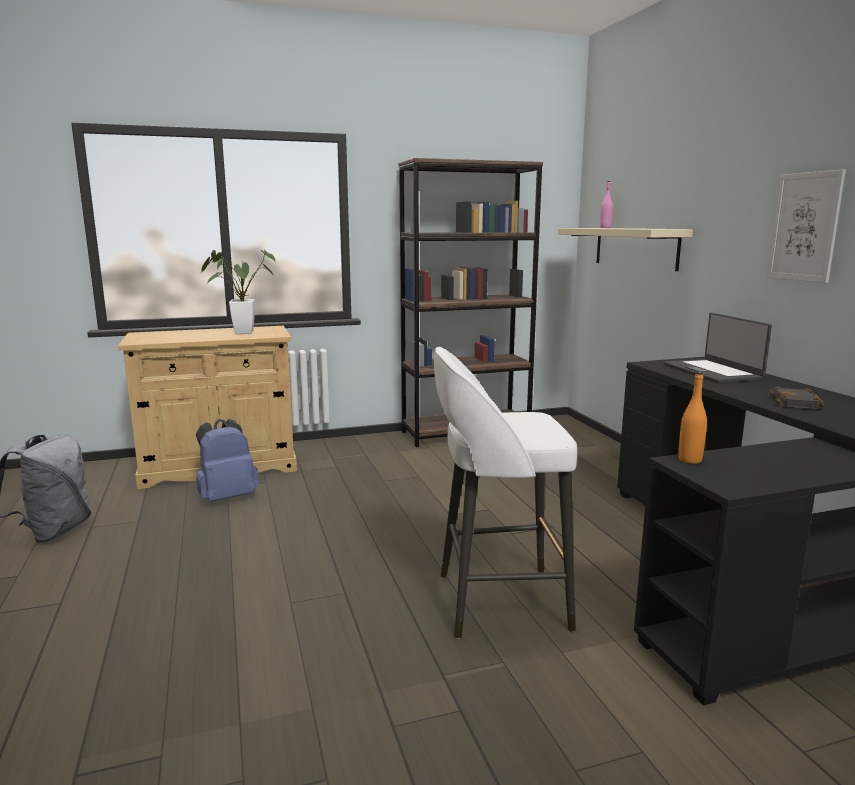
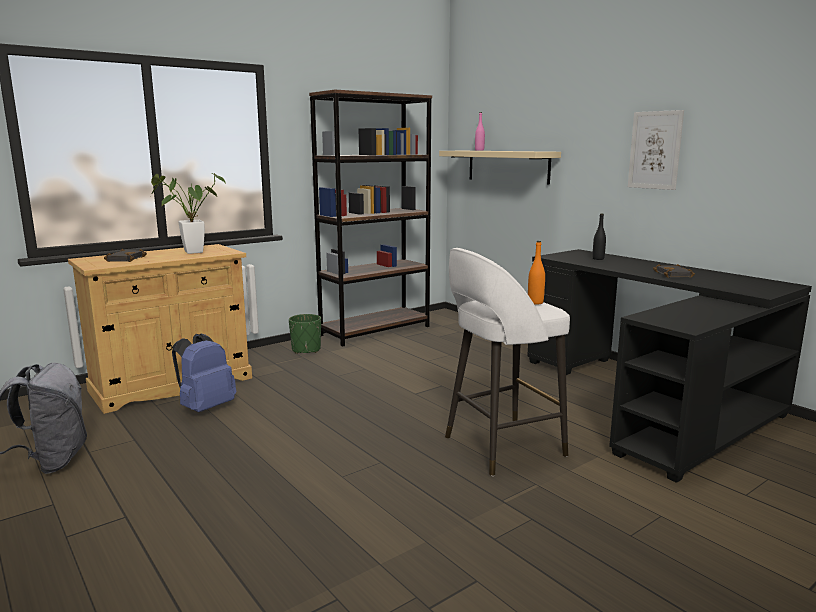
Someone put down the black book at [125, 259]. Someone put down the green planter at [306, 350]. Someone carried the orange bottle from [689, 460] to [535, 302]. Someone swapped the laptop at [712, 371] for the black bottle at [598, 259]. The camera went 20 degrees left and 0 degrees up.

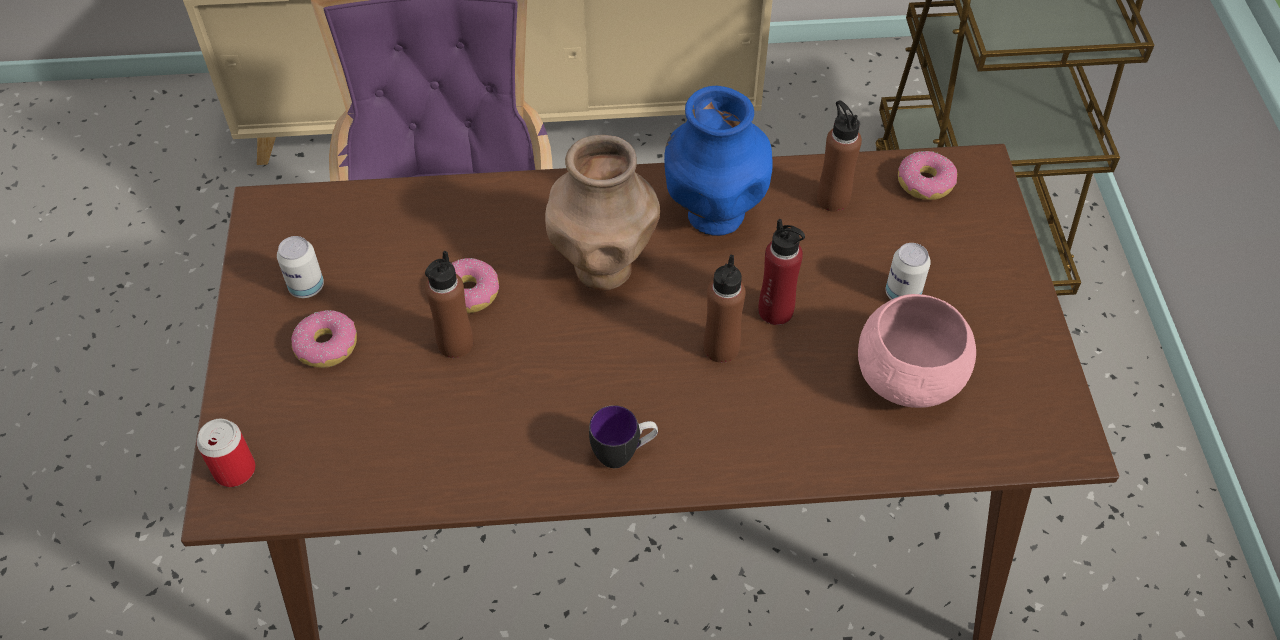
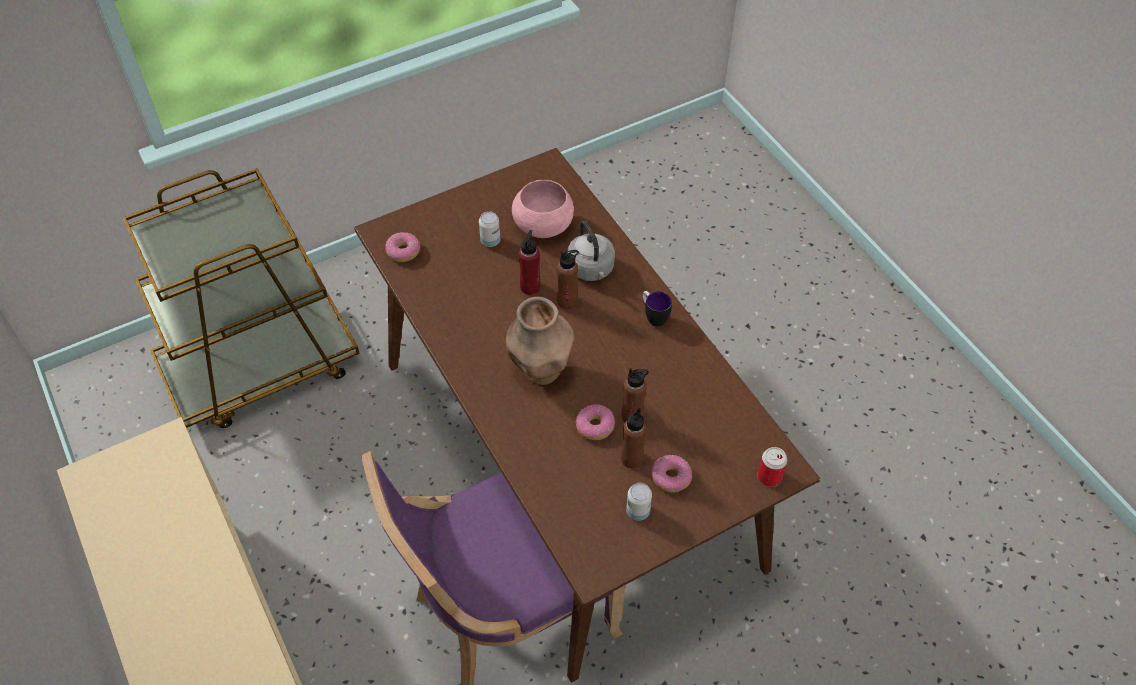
Someone took away the blue vase at [714, 216]. Someone put down the grey kettle at [591, 270]. Someone carried the brown bottle from [833, 199] to [632, 459]. The camera went 115 degrees left and 0 degrees up.

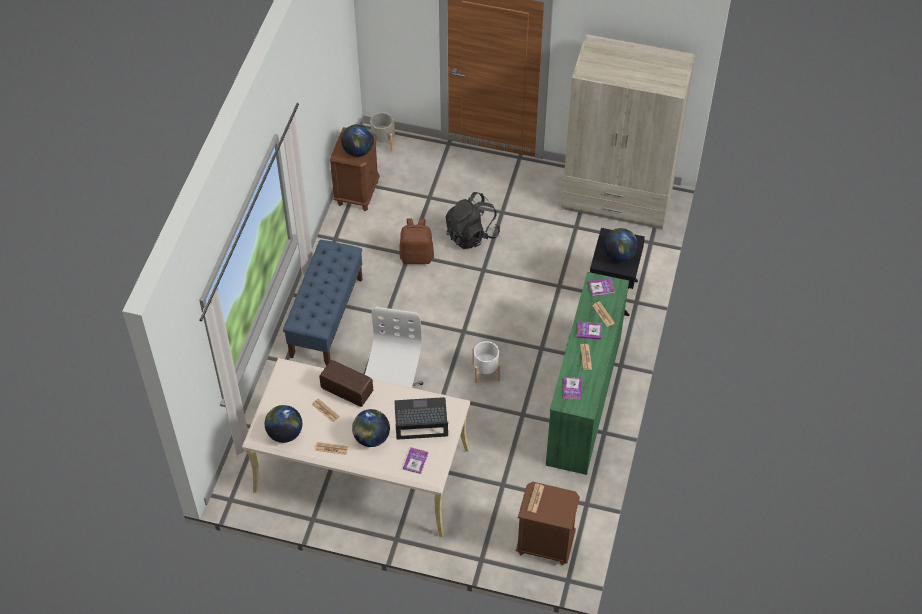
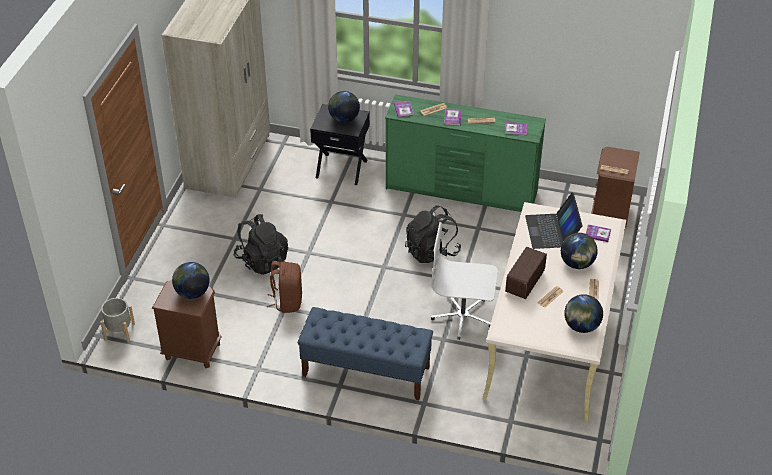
Someone swapped the white planter at [486, 371] for the black backpack at [431, 251]. The camera went 90 degrees left and 10 degrees down.

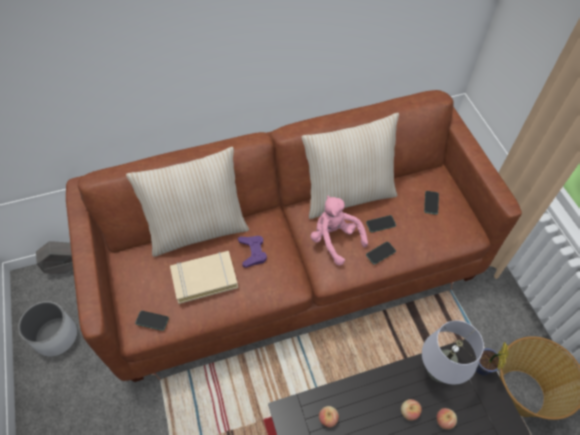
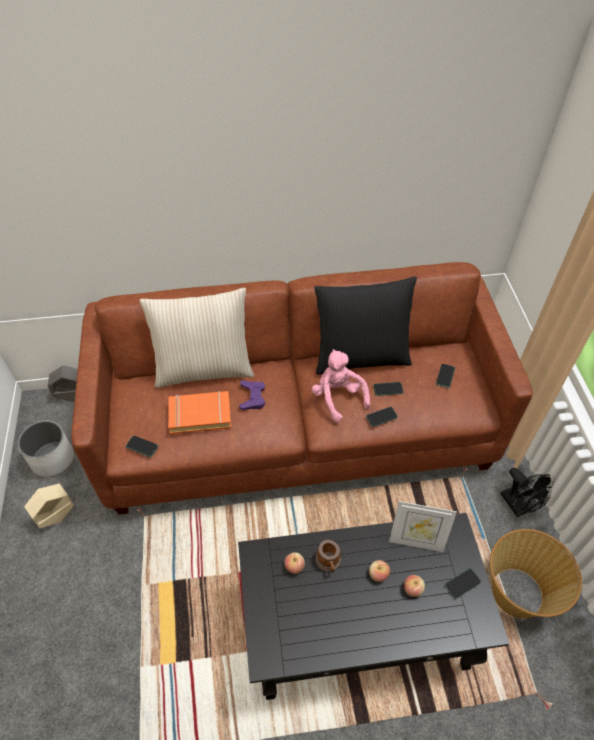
Someone took away the potted plant at [481, 369]. Someone put down the beige planter at [56, 516]. Someone put down the mug at [328, 562]. Someone put down the phone at [462, 583]. Someone put down the black fan at [518, 506]. Someone swapped the grey table lamp at [437, 372] for the picture frame at [416, 541]. Someone repainted the beige book at [204, 278], which became the orange book at [200, 415]. Someone repainted the beige pillow at [348, 195], which became the black pillow at [361, 357]. The camera went 10 degrees right and 5 degrees down.

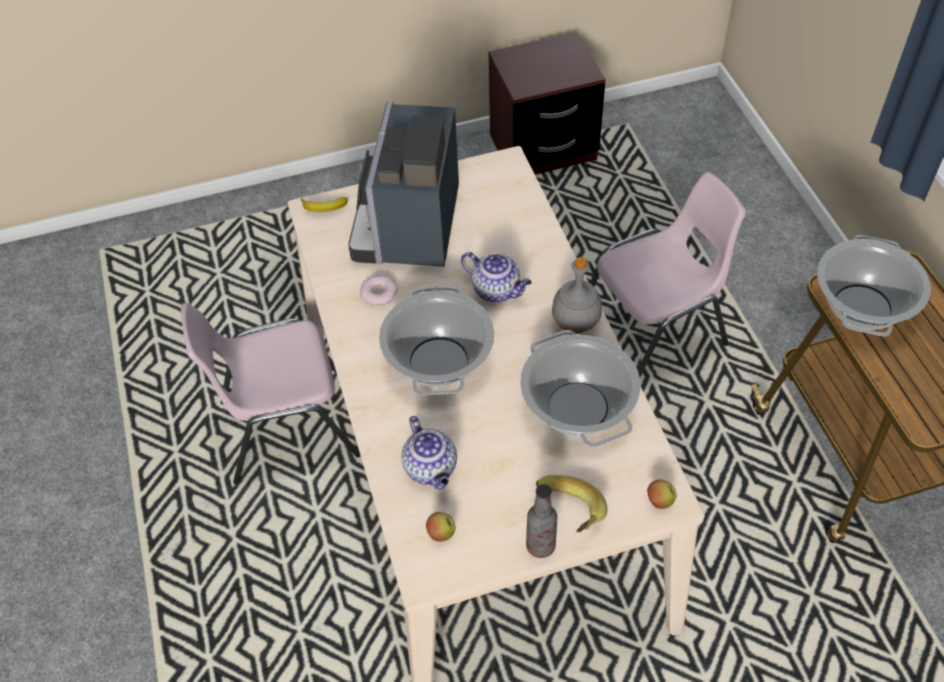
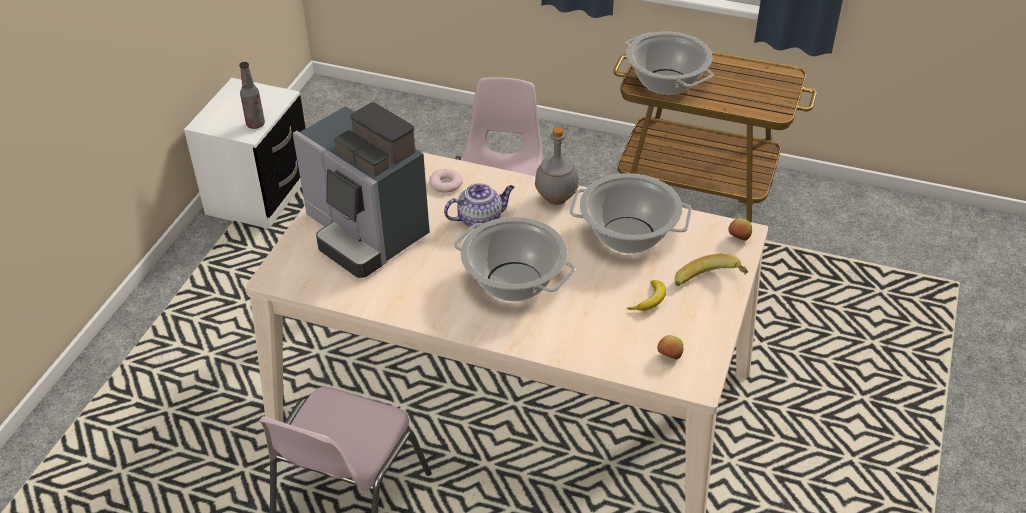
Someone took away the teapot at [431, 468]. Someone carried the banana from [324, 208] to [650, 300]. Someone carried the donut from [379, 293] to [445, 184]. Someone carried the bottle from [540, 546] to [255, 124]. Someone repainted the brown nightstand at [543, 148], which became the white nightstand at [259, 195]. The camera went 55 degrees left and 10 degrees down.

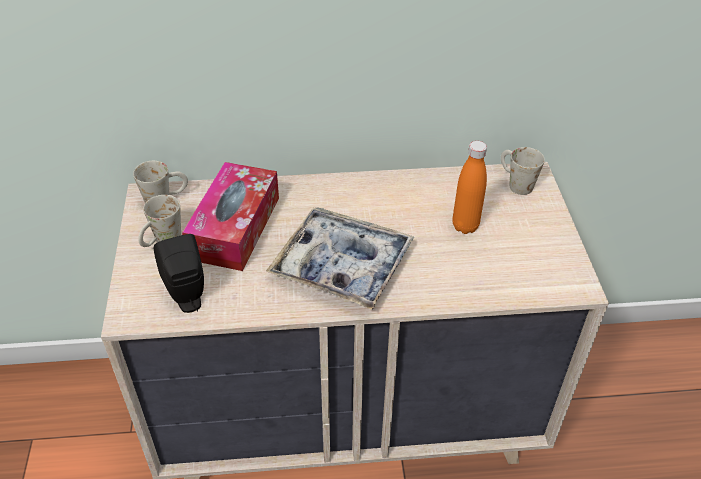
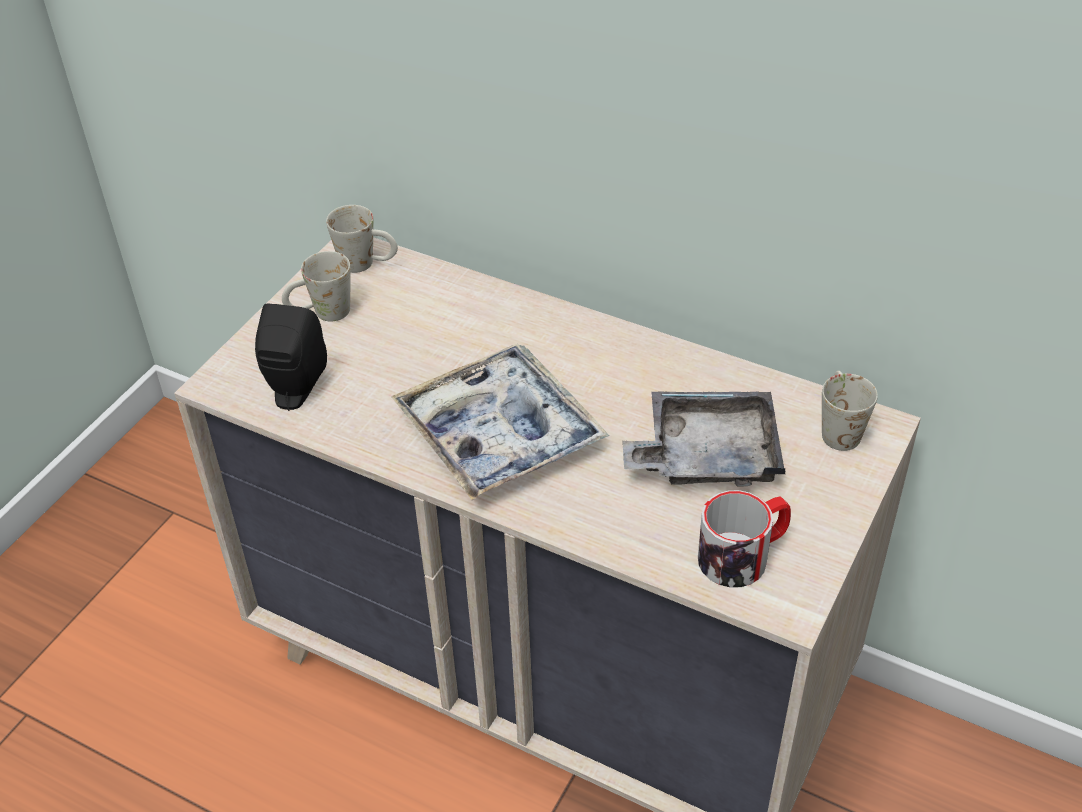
Someone took away the tissue box at [235, 227]. Someone put down the mug at [743, 555]. Someone swapped the orange bottle at [465, 226] for the grey tray at [706, 455]. The camera went 35 degrees right and 0 degrees up.

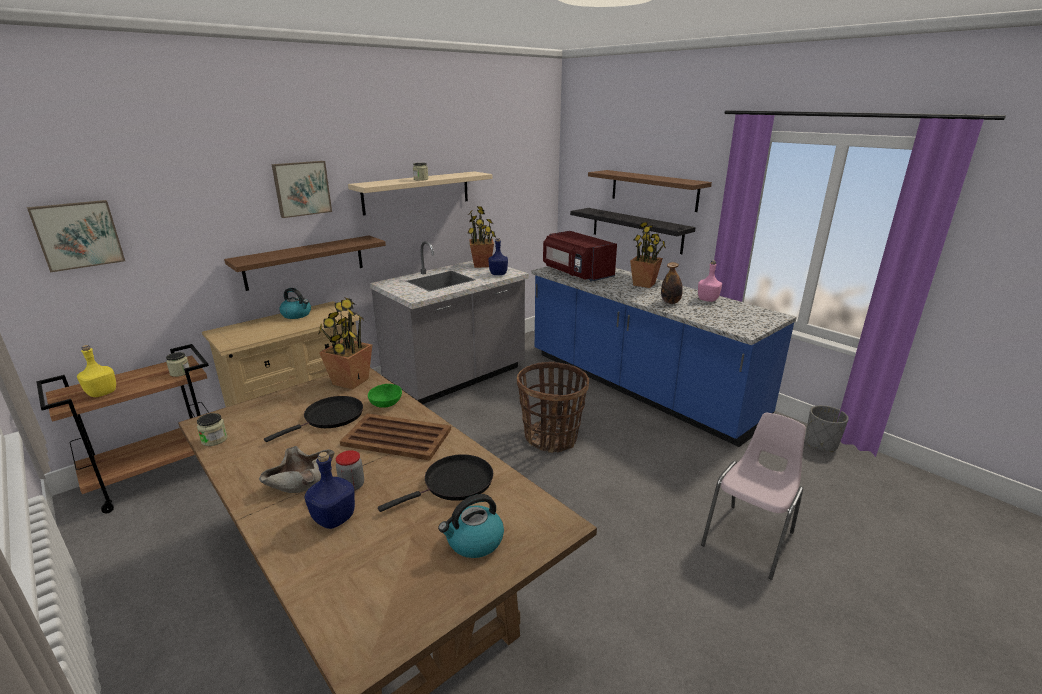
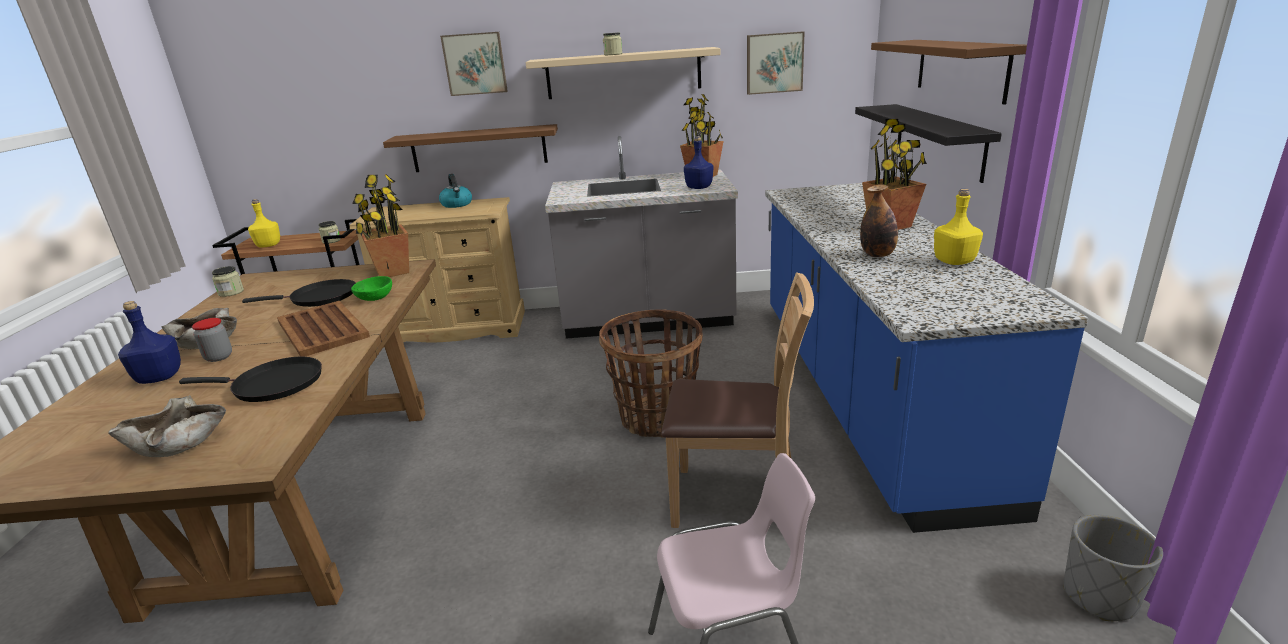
Someone took away the red microwave at [576, 273]. Someone put down the brown chair at [737, 499]. Someone carried the picture from [78, 235] to [774, 63]. Someone swapped the kettle at [474, 542] for the beige bowl at [178, 440]. Someone repainted the pink bottle at [708, 300], which became the yellow bottle at [955, 262]. The camera went 40 degrees right and 0 degrees up.

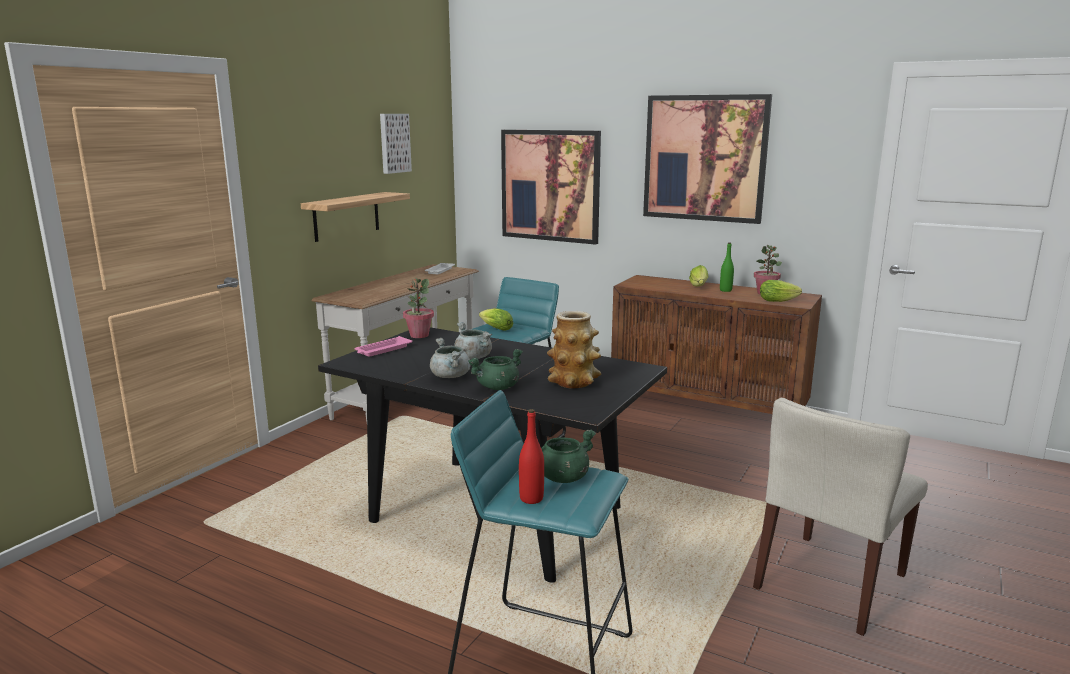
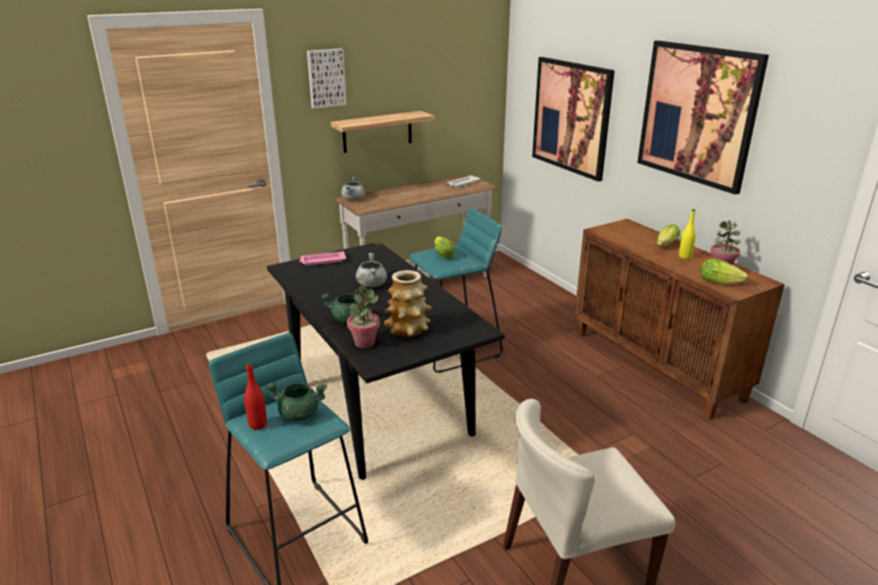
Someone carried the picture from [393, 143] to [326, 78]. Someone carried the potted plant from [419, 335] to [364, 343]. Someone carried the grey cooking pot from [451, 376] to [353, 199]. Someone repainted the green bottle at [725, 290], which became the yellow bottle at [685, 256]. The camera went 30 degrees right and 10 degrees up.

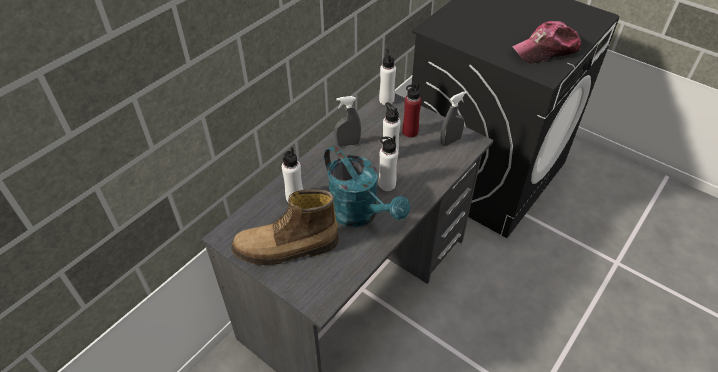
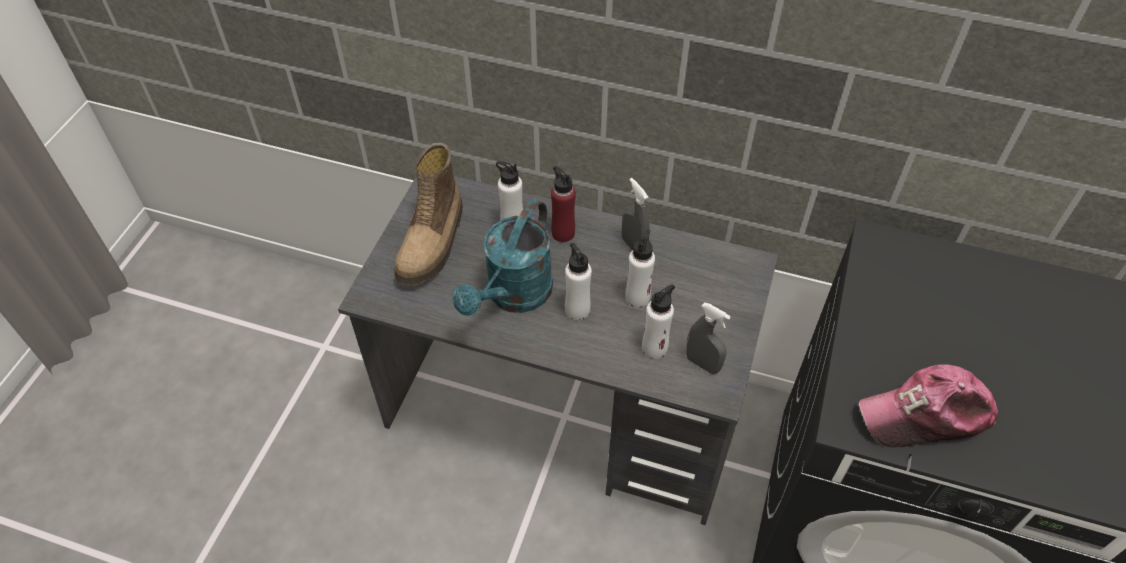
Someone carried the white bottle from [386, 100] to [654, 348]. Someone carried the red bottle from [410, 132] to [563, 233]. Someone rotated the boot at [286, 248] by 135 degrees counterclockwise. Someone rotated the cap at [546, 50] by 60 degrees counterclockwise. The camera went 70 degrees right and 5 degrees up.

